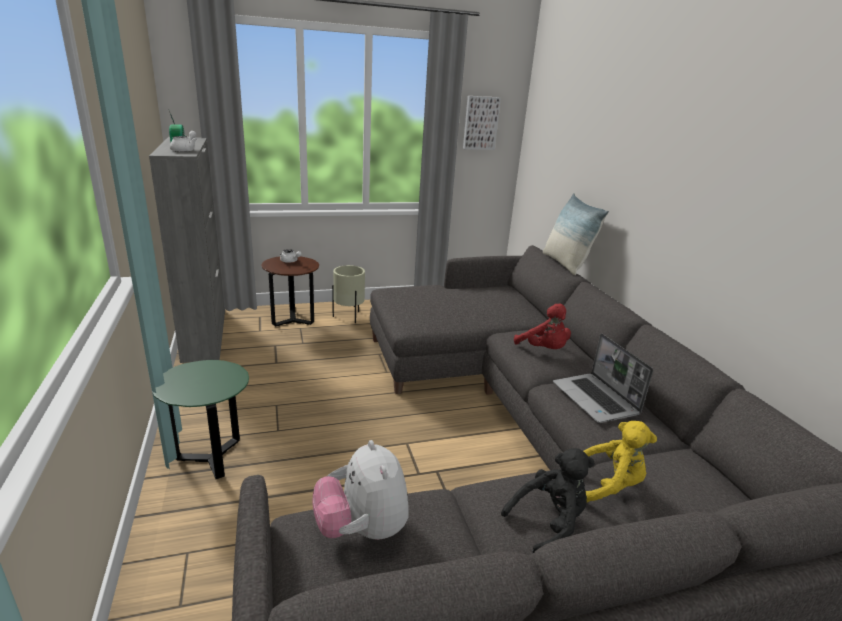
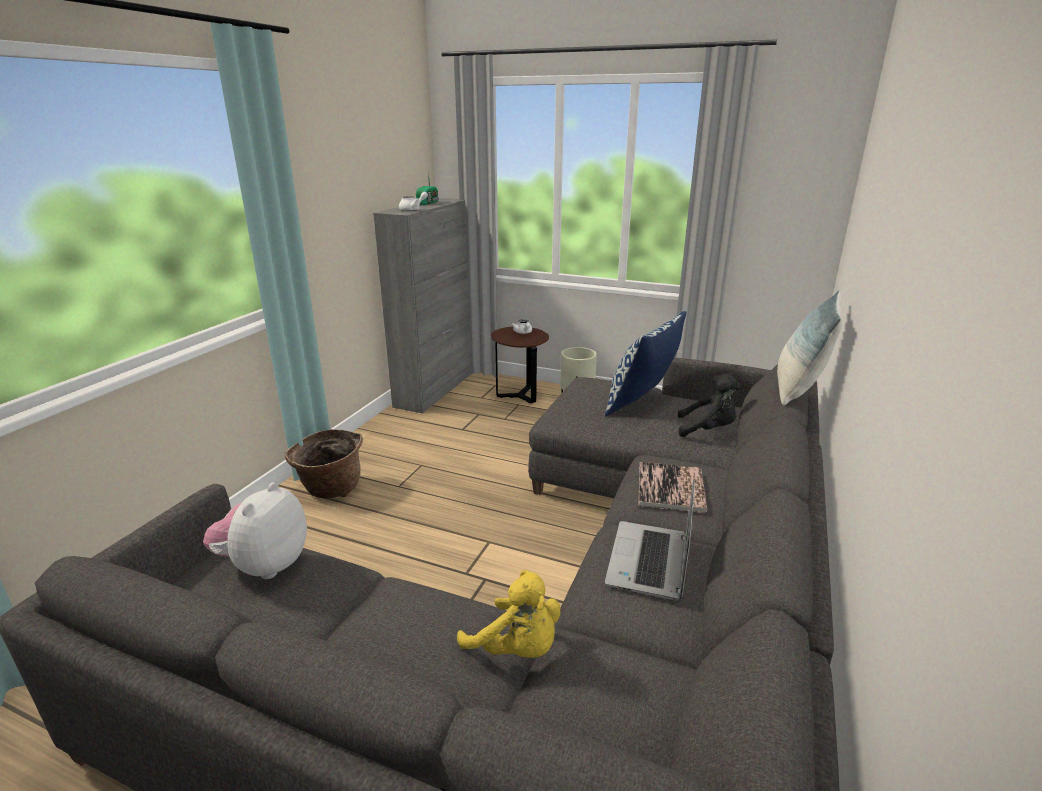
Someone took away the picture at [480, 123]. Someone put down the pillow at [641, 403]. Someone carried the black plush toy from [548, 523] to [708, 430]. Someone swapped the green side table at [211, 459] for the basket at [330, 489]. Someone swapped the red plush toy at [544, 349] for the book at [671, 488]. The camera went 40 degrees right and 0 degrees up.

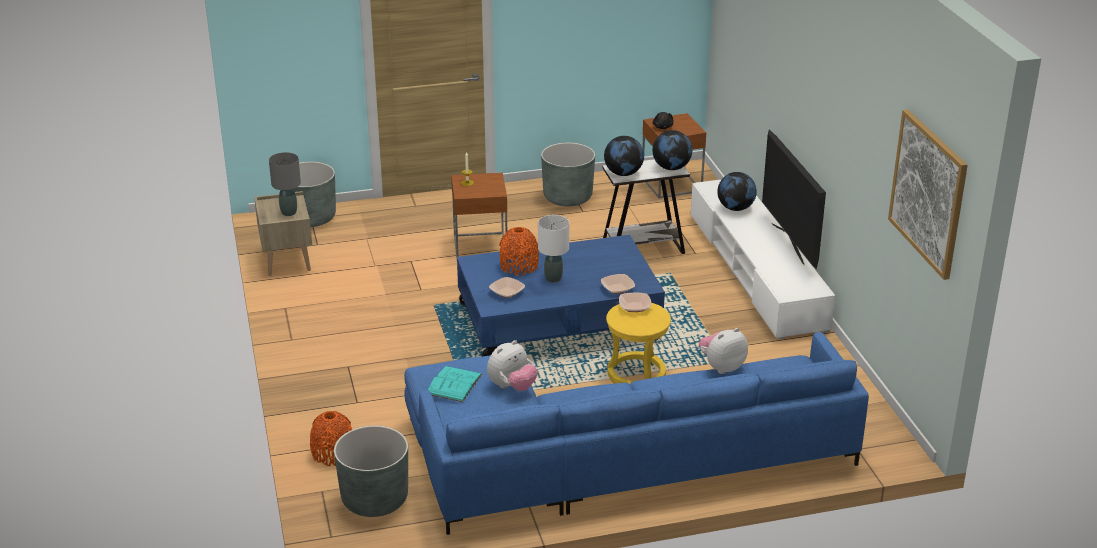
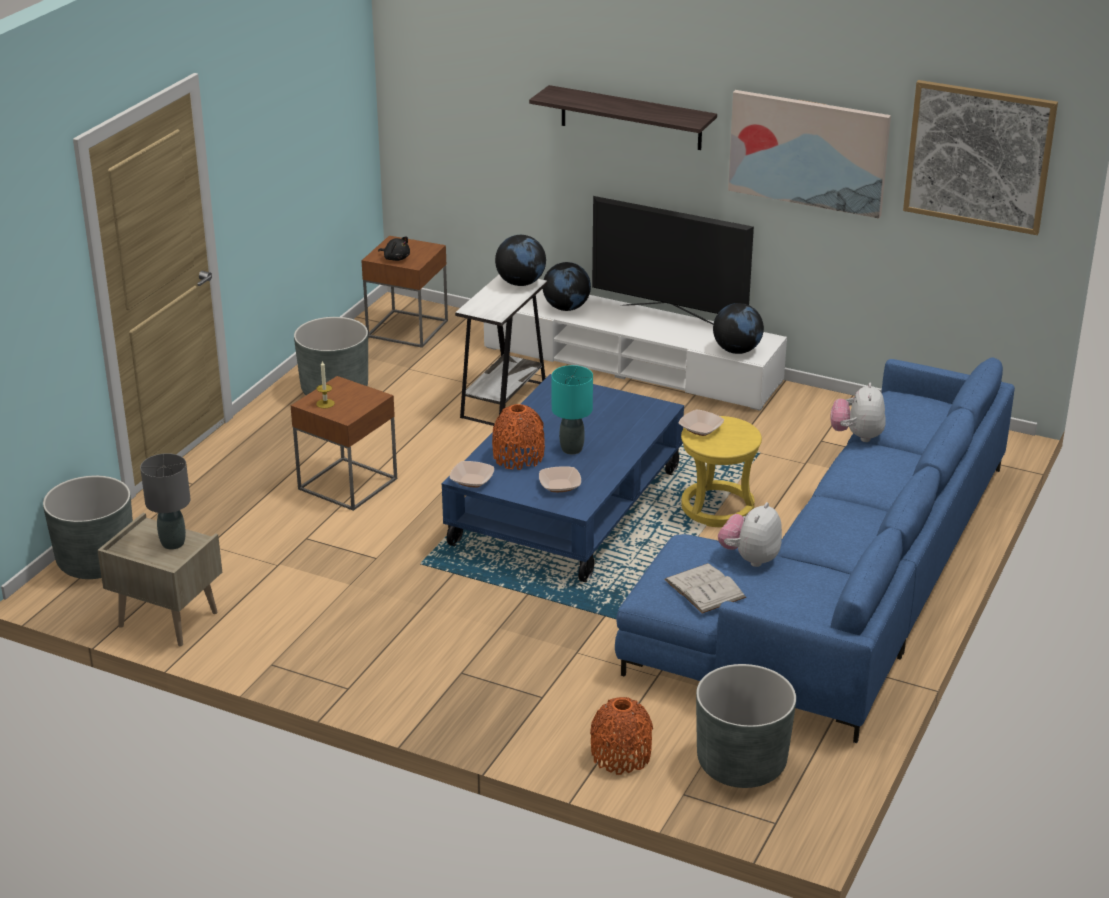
Someone put up the shelf at [631, 118]. Someone put up the picture at [808, 152]. Someone carried the bowl from [617, 288] to [472, 480]. Someone carried the globe from [623, 173] to [737, 350]. Someone repainted the turquoise book at [454, 384], which became the white book at [704, 588]. Someone repainted the white table lamp at [553, 278], which became the turquoise table lamp at [572, 449]. Someone rotated the plush toy at [512, 387] by 150 degrees counterclockwise. The camera went 50 degrees left and 0 degrees up.

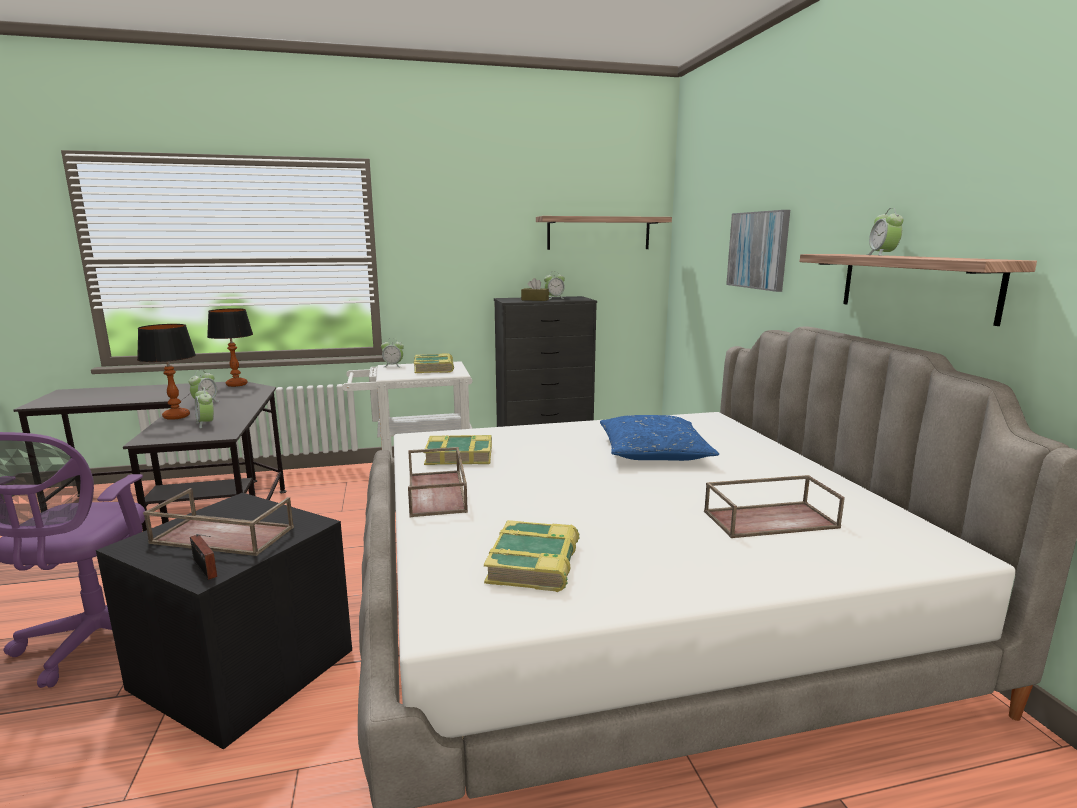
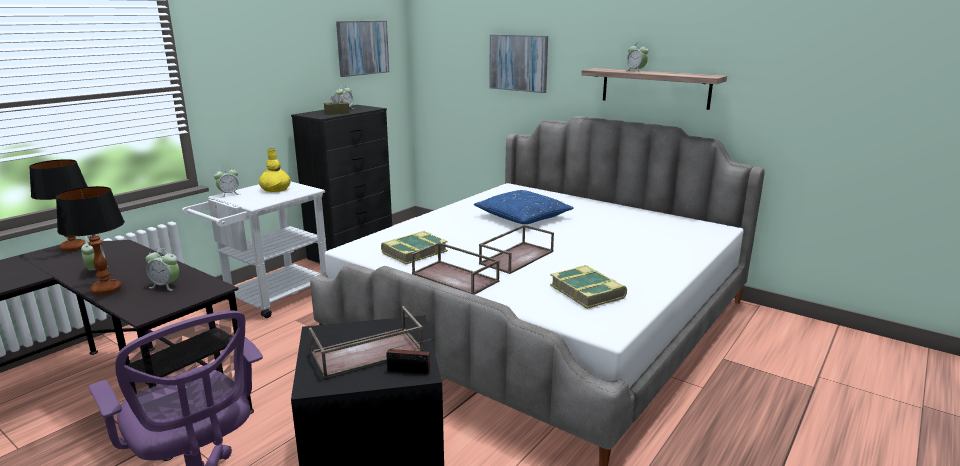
Someone carried the brown tray from [770, 519] to [516, 257]. Someone swapped the book at [434, 368] for the yellow vase at [276, 189]. Someone swapped the shelf at [598, 233] for the picture at [362, 48]. The camera went 40 degrees left and 5 degrees up.

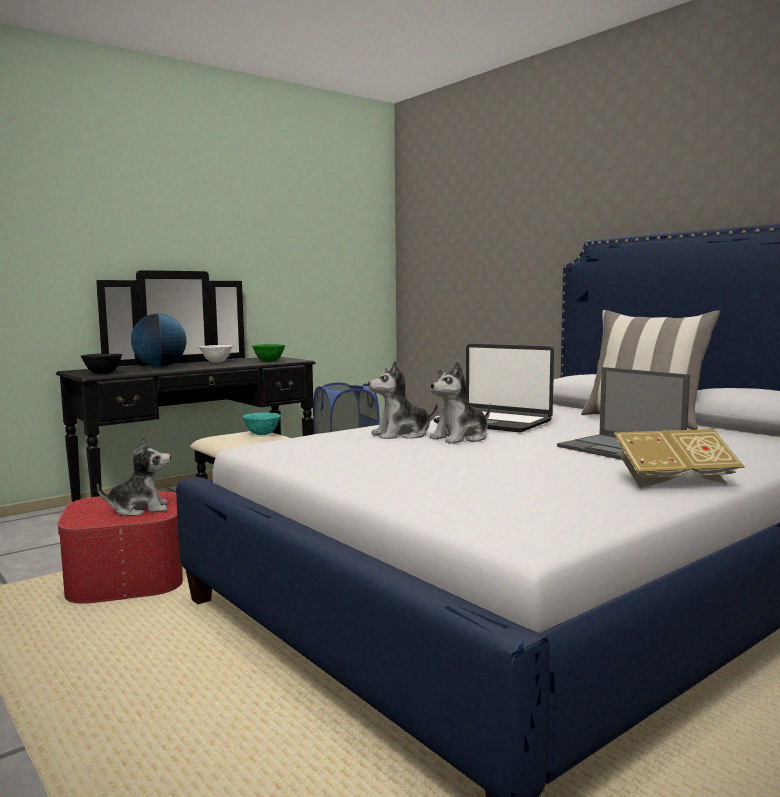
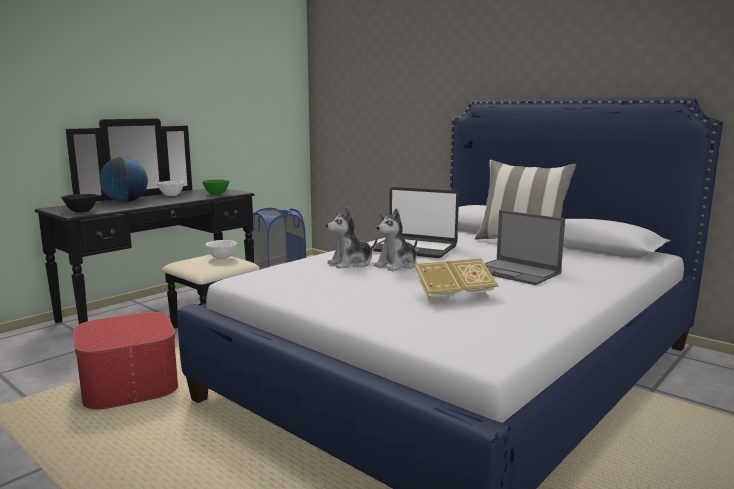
Someone took away the plush toy at [139, 509]. Someone carried the book from [673, 481] to [453, 296]. Someone repainted the turquoise bowl at [262, 434], which became the white bowl at [222, 258]. The camera went 10 degrees left and 5 degrees up.

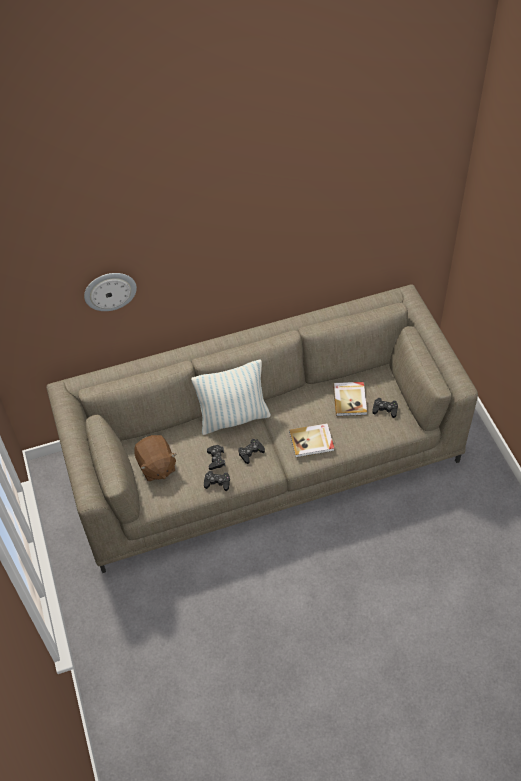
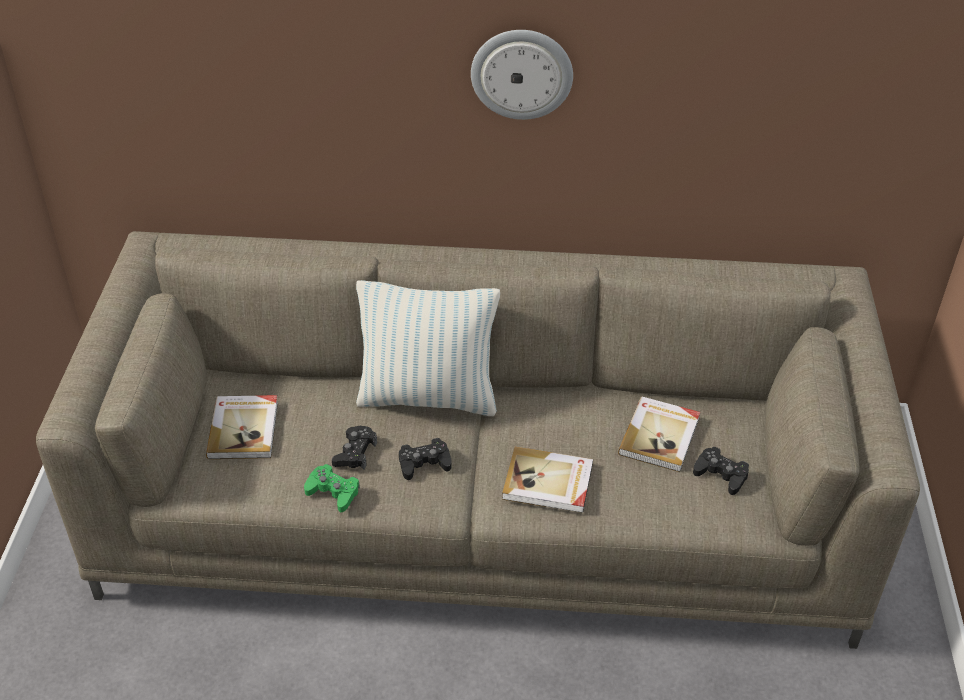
Someone carried the wall clock from [110, 290] to [522, 73]. Someone swapped the brown plush toy at [156, 466] for the book at [244, 429]. Someone repainted the black game controller at [217, 482], which became the green game controller at [333, 492]. The camera went 20 degrees right and 10 degrees down.

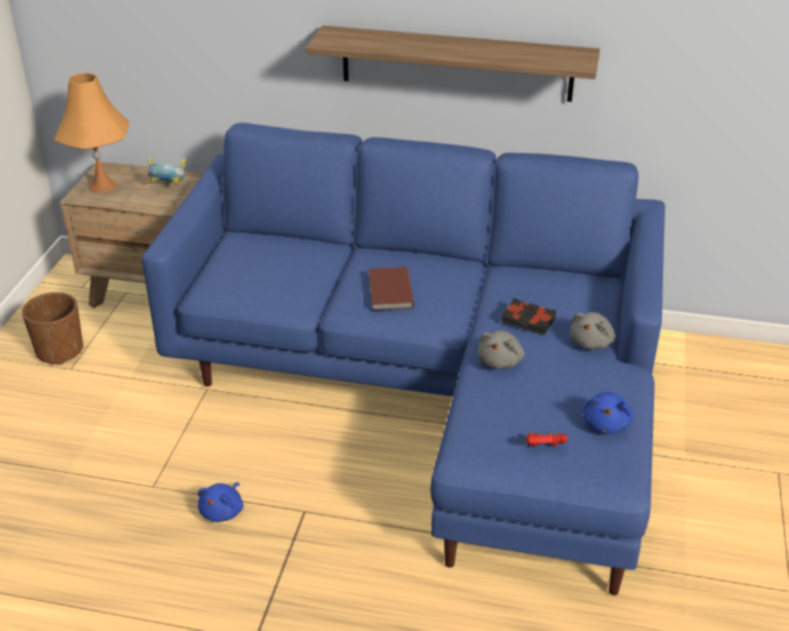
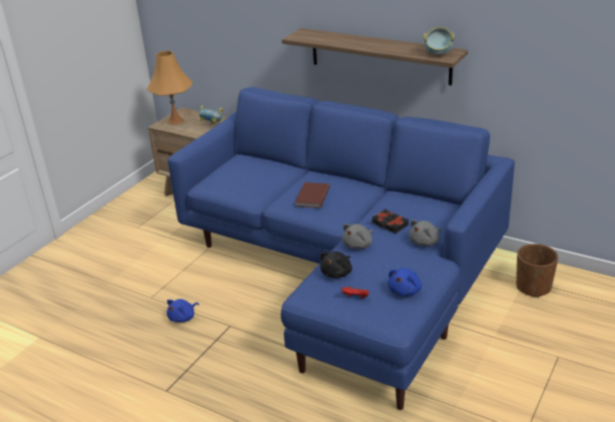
Someone put down the black plush toy at [337, 273]. Someone put down the bowl at [438, 54]. Someone carried the brown planter from [60, 351] to [533, 287]. The camera went 20 degrees right and 5 degrees down.

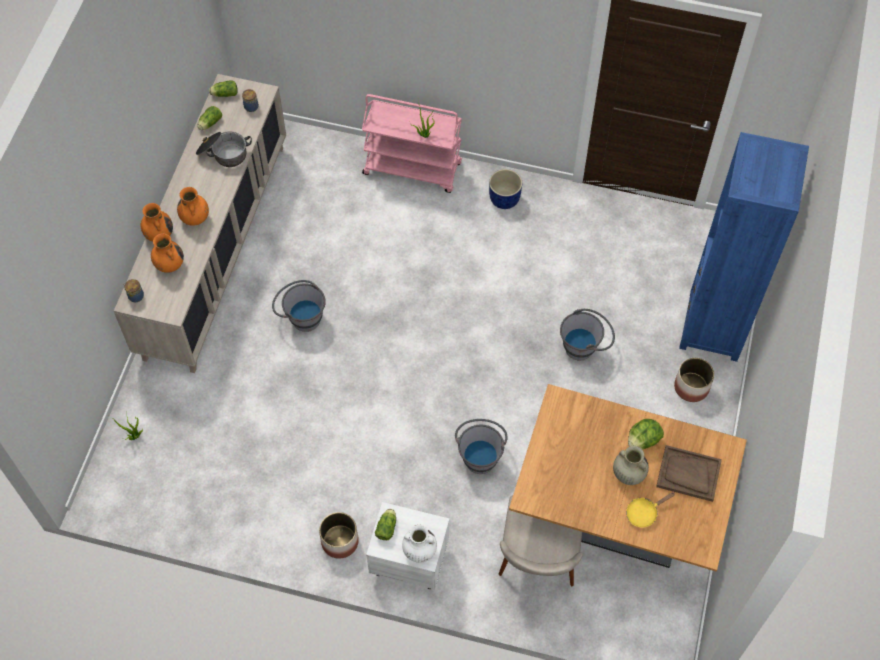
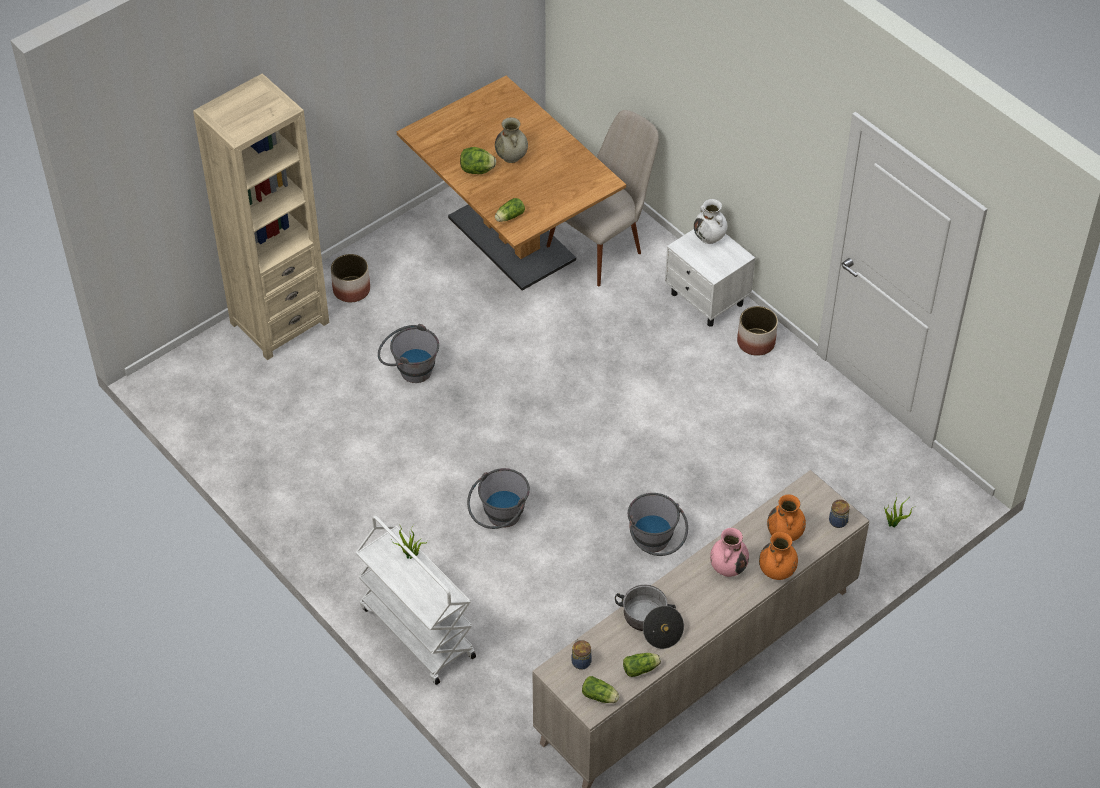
Someone took away the blue planter at [504, 199]. Someone took away the yellow frying pan at [644, 512]. Someone took away the brown tray at [688, 474]. Someone carried the lettuce from [387, 527] to [509, 217]. Someone carried the grey bucket from [480, 454] to [499, 519]. Someone repainted the orange vase at [195, 218], which became the pink vase at [728, 567]. Someone repainted the pink cart at [413, 168], which became the white cart at [416, 631]. Someone repainted the blue bookcase at [713, 325], which became the beige bookcase at [279, 322]. The camera went 145 degrees left and 10 degrees down.

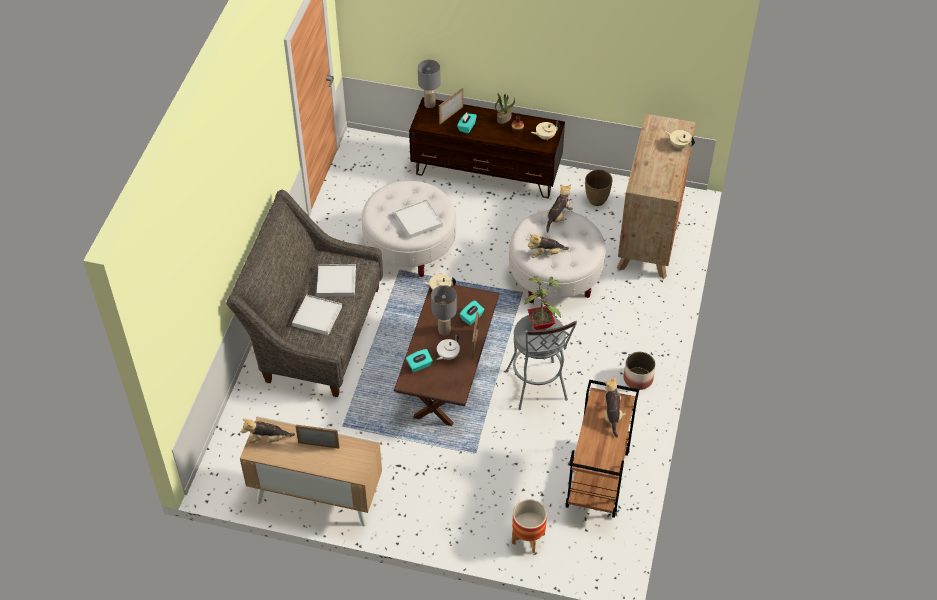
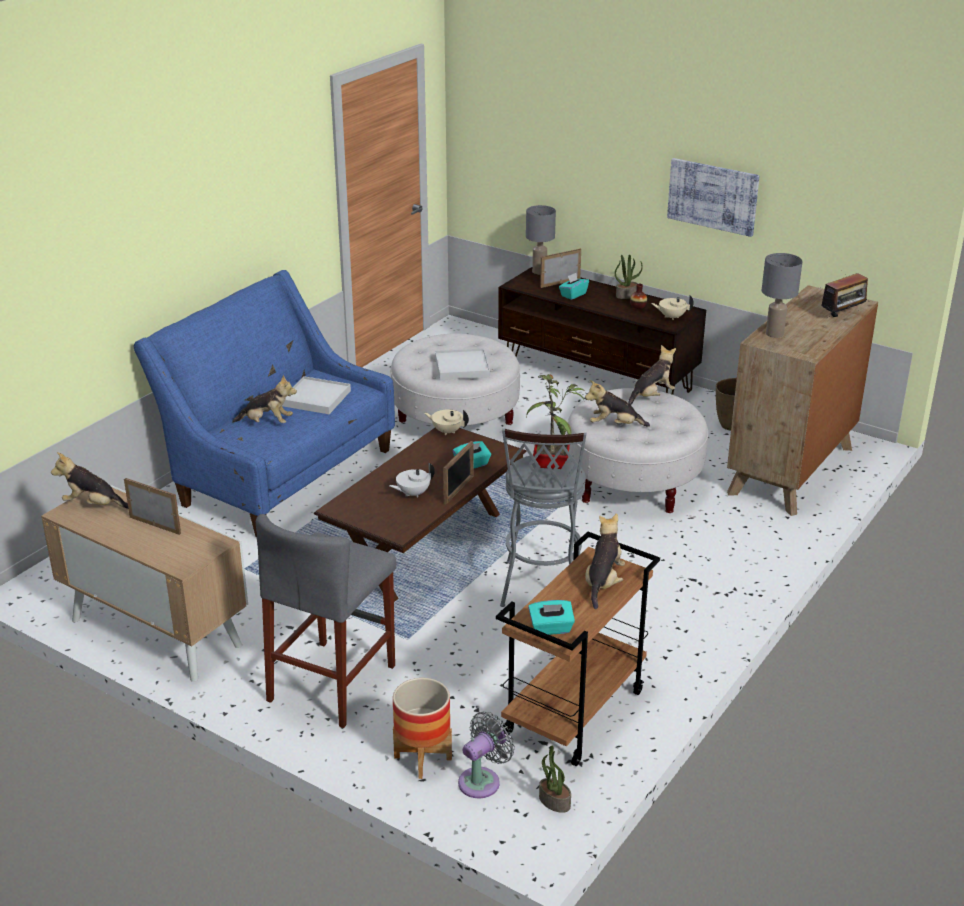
Someone took away the planter at [638, 379]. Someone put down the grey stool at [332, 683]. Someone put down the grey fan at [482, 780]. Someone put down the potted plant at [554, 802]. Someone put up the picture at [713, 196]. Someone carried the turquoise tissue box from [419, 365] to [551, 628]. Someone carried the grey table lamp from [444, 330] to [774, 334]. Someone swapped the white tray at [317, 316] for the plush toy at [267, 423]. Someone swapped the beige teapot at [679, 145] for the radio at [843, 316]. Someone repainted the grey sofa at [315, 332], which became the blue sofa at [279, 473]. The camera went 20 degrees right and 20 degrees down.

